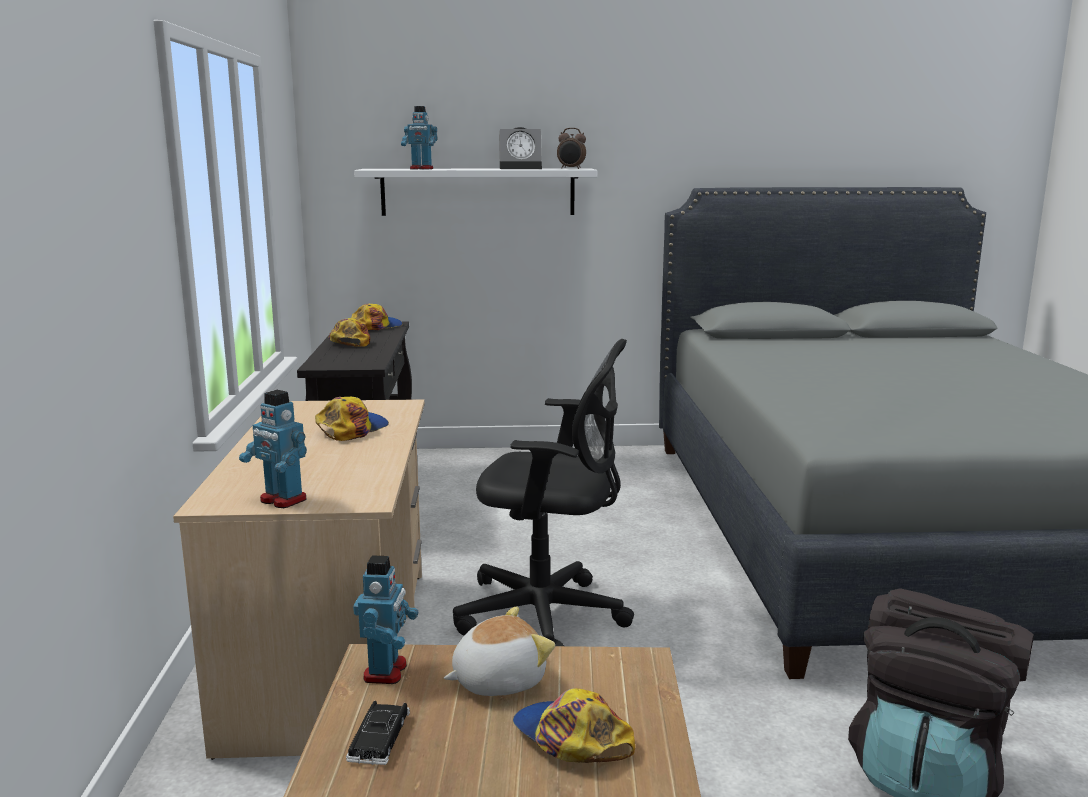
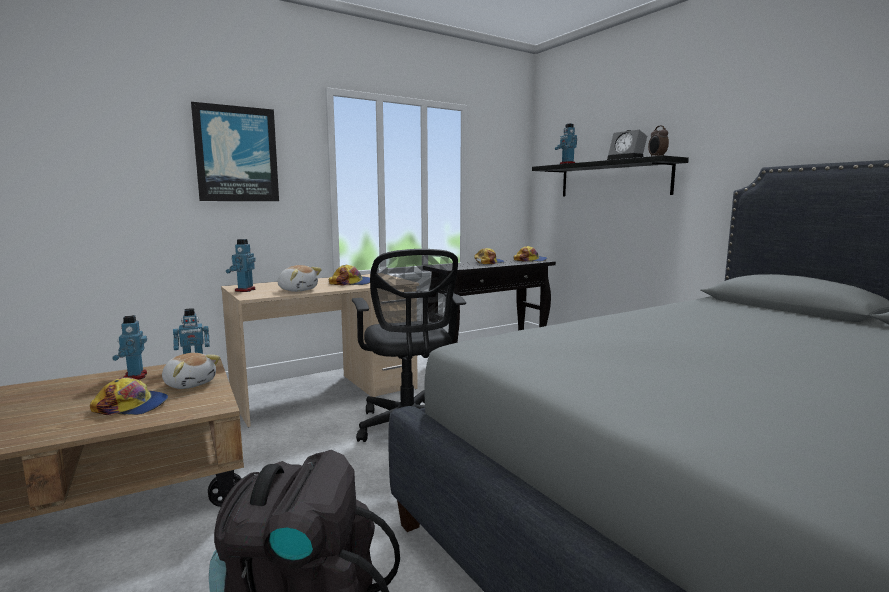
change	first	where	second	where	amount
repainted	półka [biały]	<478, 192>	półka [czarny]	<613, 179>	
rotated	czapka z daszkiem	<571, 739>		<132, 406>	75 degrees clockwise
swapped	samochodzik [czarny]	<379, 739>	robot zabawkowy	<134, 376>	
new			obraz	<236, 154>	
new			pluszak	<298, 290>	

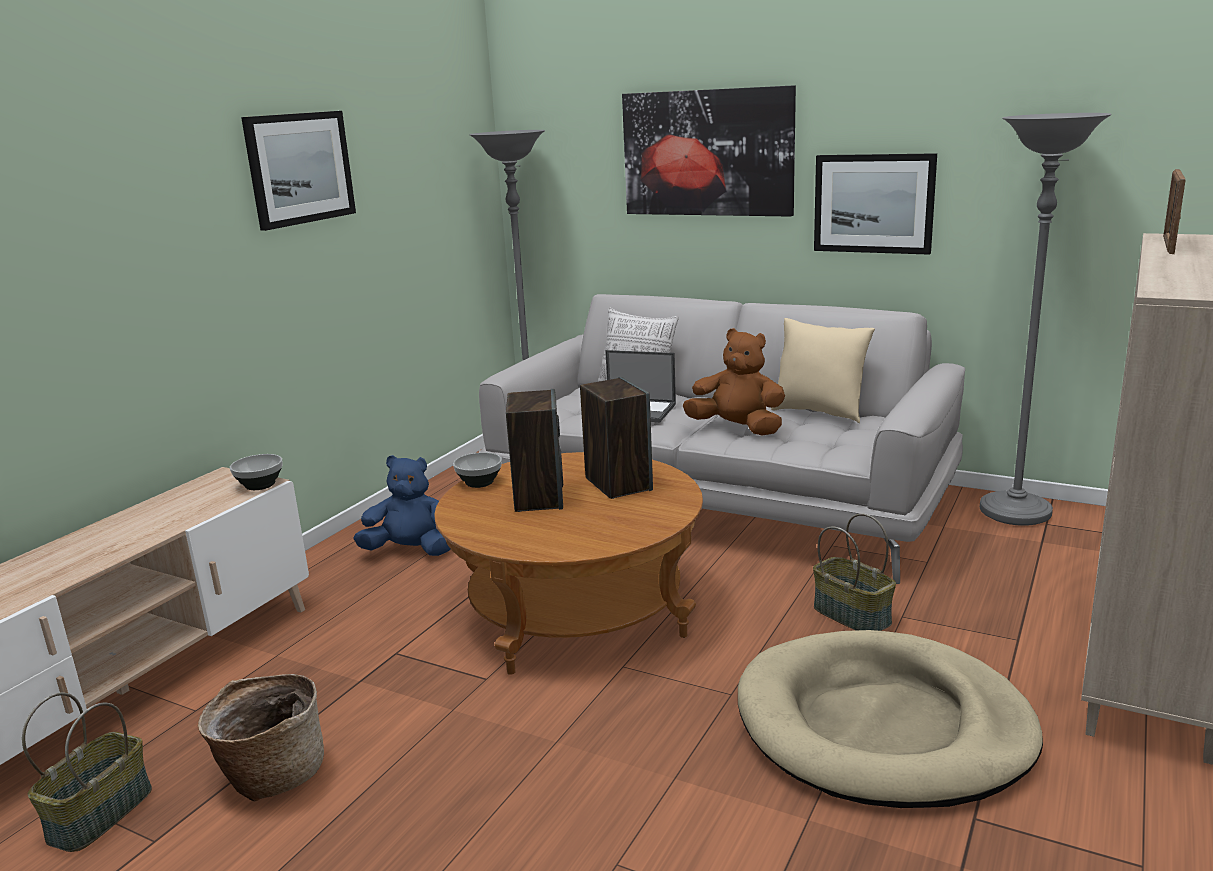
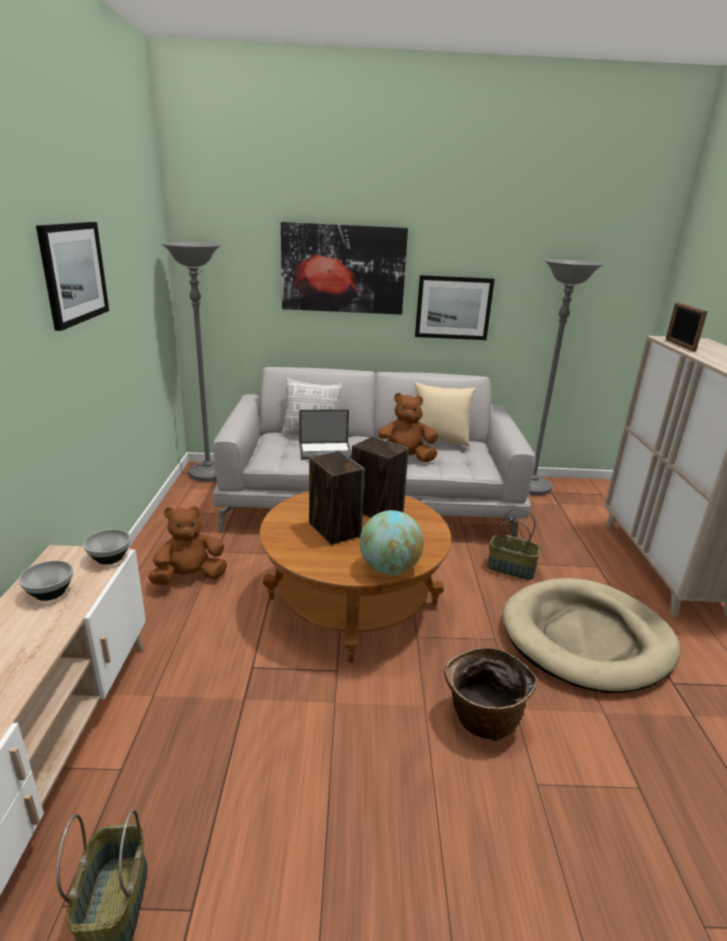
change	first	where	second	where	amount
shifted	miska	<479, 483>		<50, 593>	
repainted	pluszak [niebieski]	<411, 551>	pluszak [brązowy]	<190, 577>	
shifted	koszyk	<272, 775>		<481, 719>	
new			globus	<389, 568>	

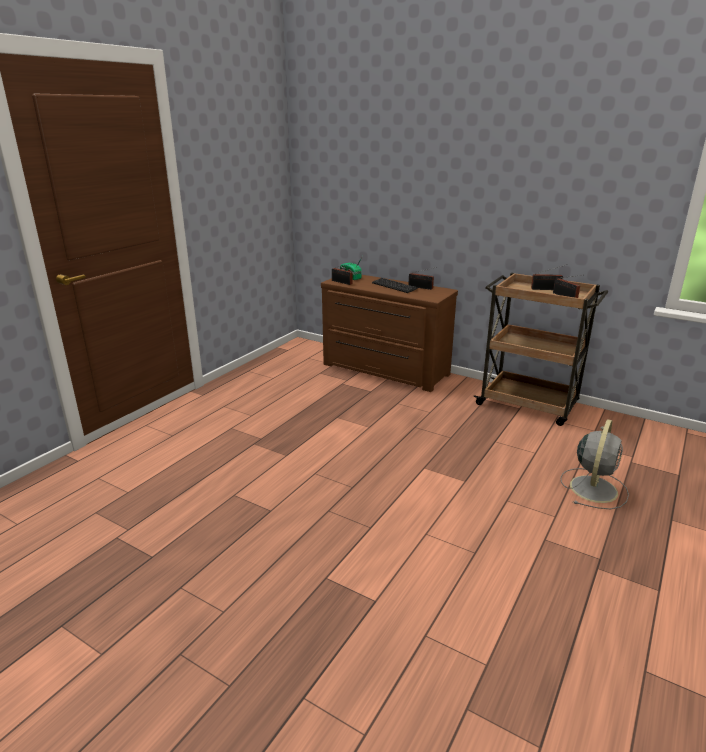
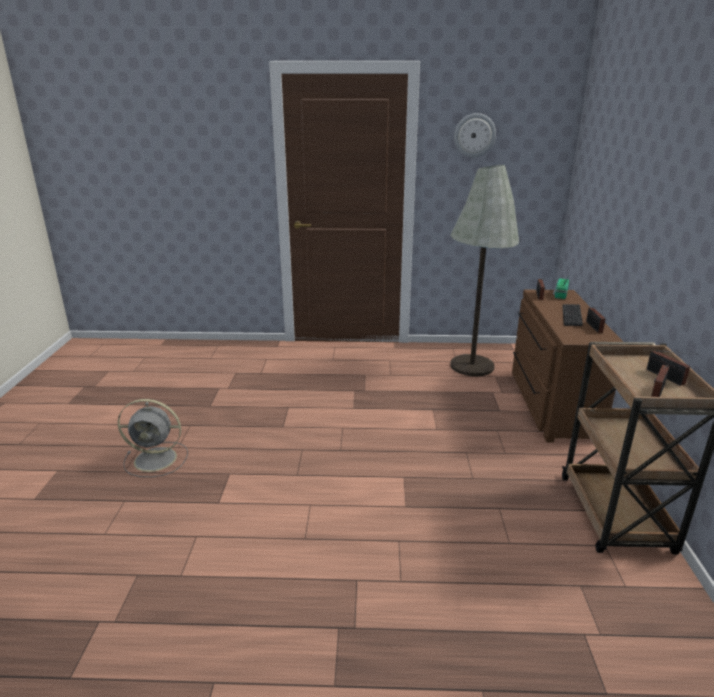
change	first	where	second	where	amount
shifted	wentylator [szary]	<593, 488>		<157, 459>	
new			zegar ścienny	<474, 135>	
new			lampa stojąca [szary]	<472, 366>	

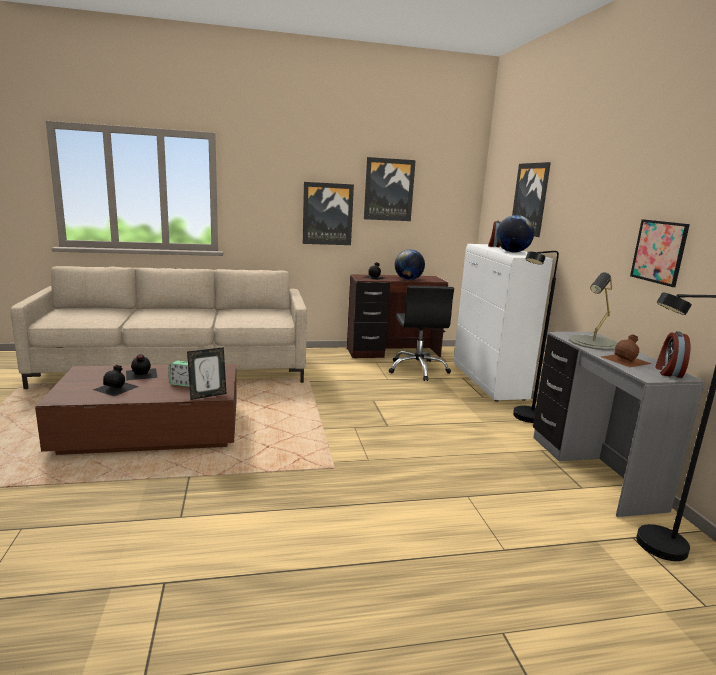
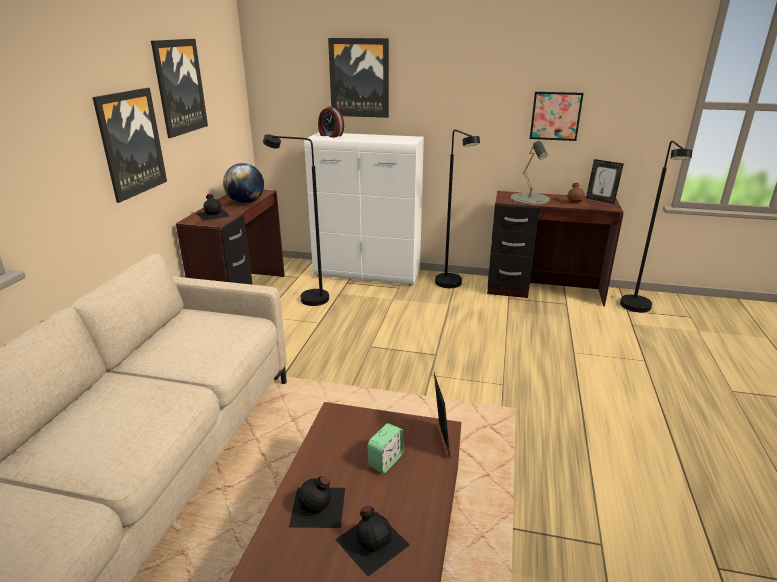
change	first	where	second	where	amount
gone	globus	<512, 252>			
swapped	krzesło biurowe [czarny]	<418, 369>	lampa stojąca [czarny]	<307, 298>	
swapped	budzik	<668, 372>	ramka na zdjęcie	<600, 200>	
repainted	biurko [szary]	<591, 471>	biurko [brązowy]	<544, 292>	

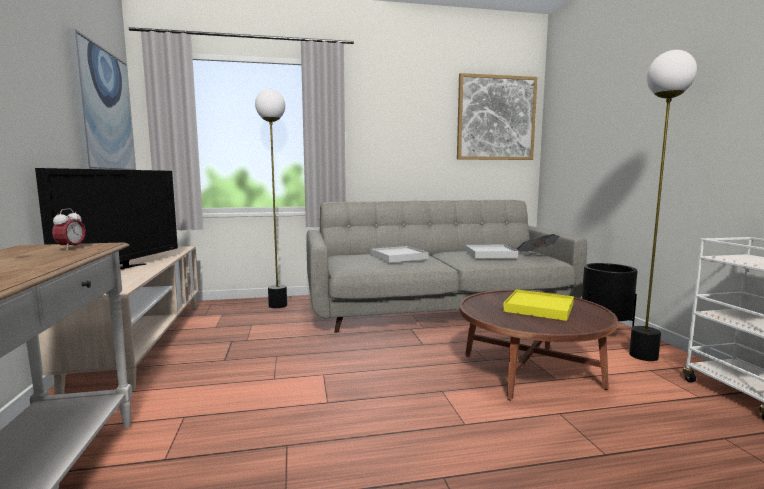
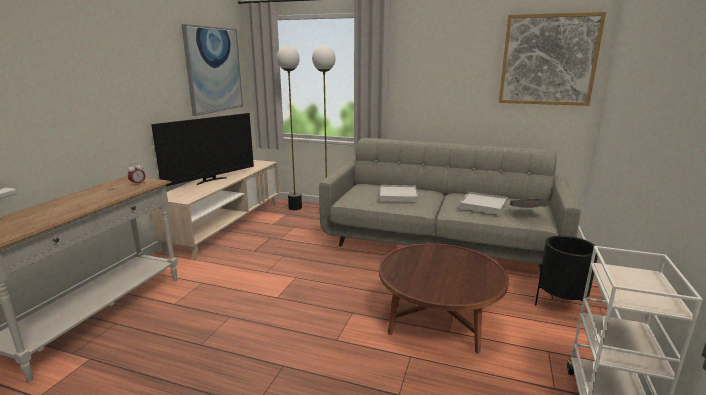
change	first	where	second	where	amount
shifted	lampa stojąca	<644, 356>		<295, 208>	
gone	taca [żółty]	<538, 308>			

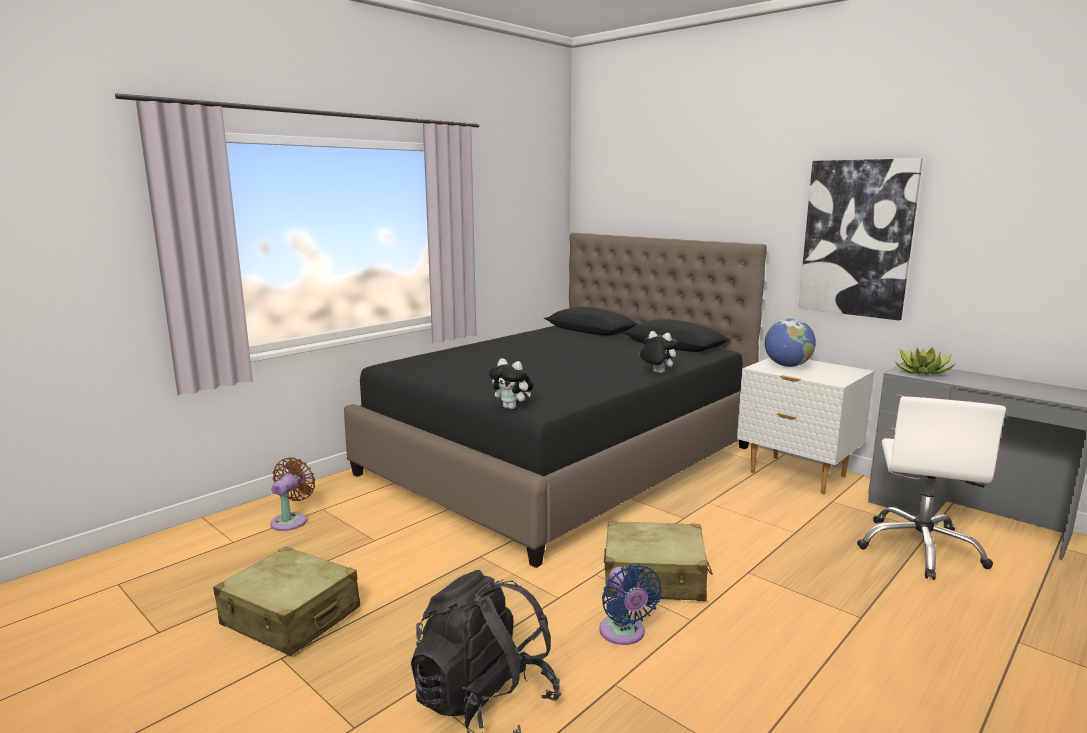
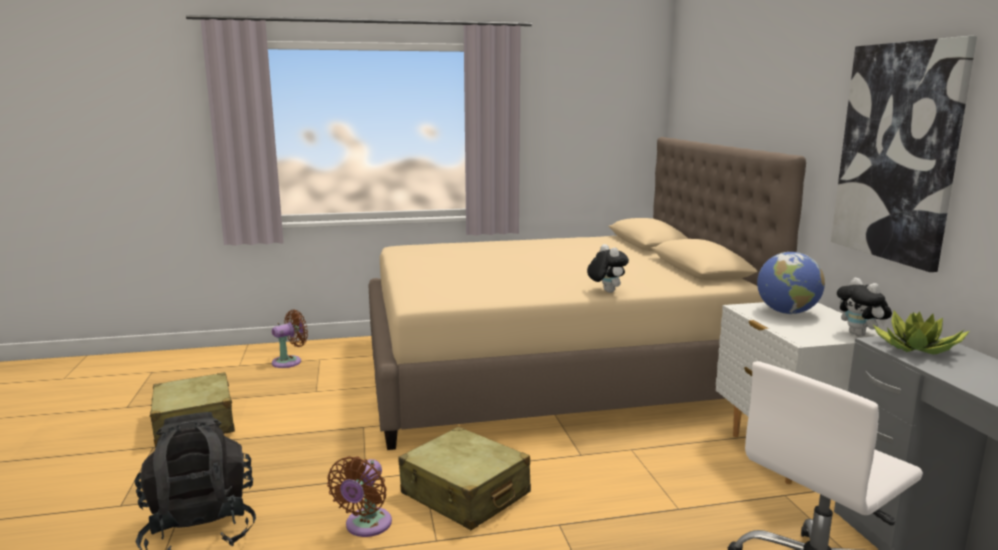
change	first	where	second	where	amount
repainted	łóżko [czarny]	<561, 460>	łóżko [beżowy]	<551, 371>	
shifted	pluszak	<512, 408>		<860, 335>	
repainted	wentylator [niebieski]	<624, 634>	wentylator [brązowy]	<366, 526>	

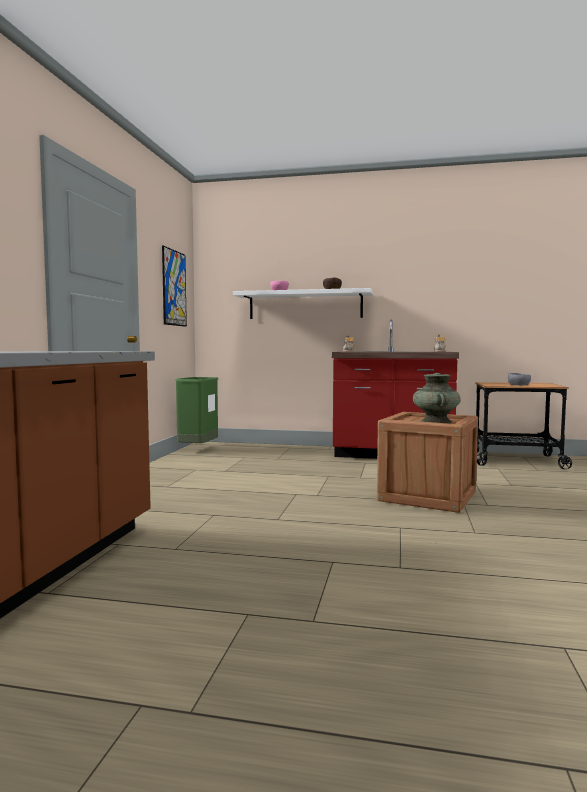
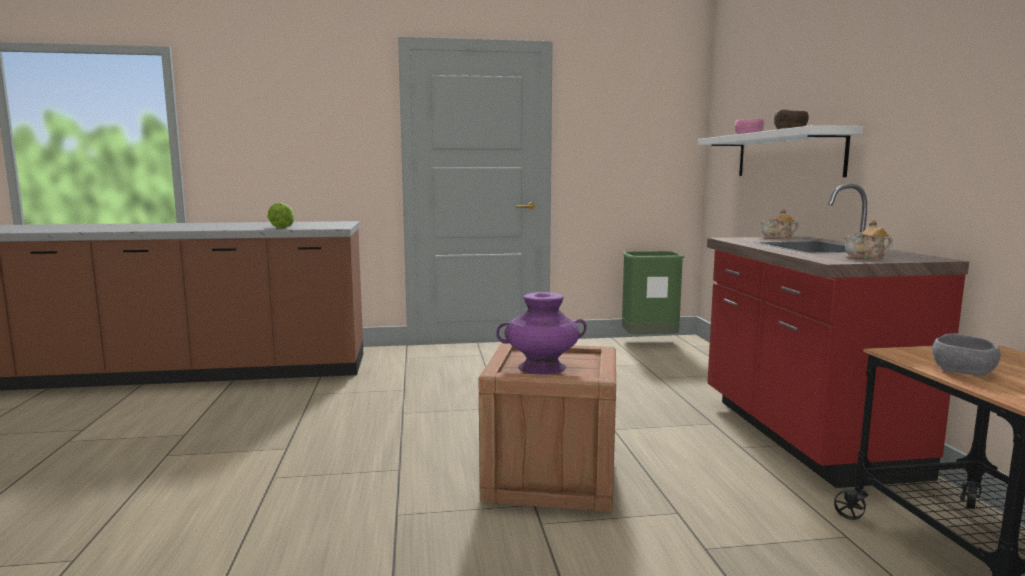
change	first	where	second	where	amount
gone	obraz	<174, 288>			
repainted	wazon [turkusowy]	<436, 422>	wazon [fioletowy]	<541, 367>	
new			sałata	<283, 227>	

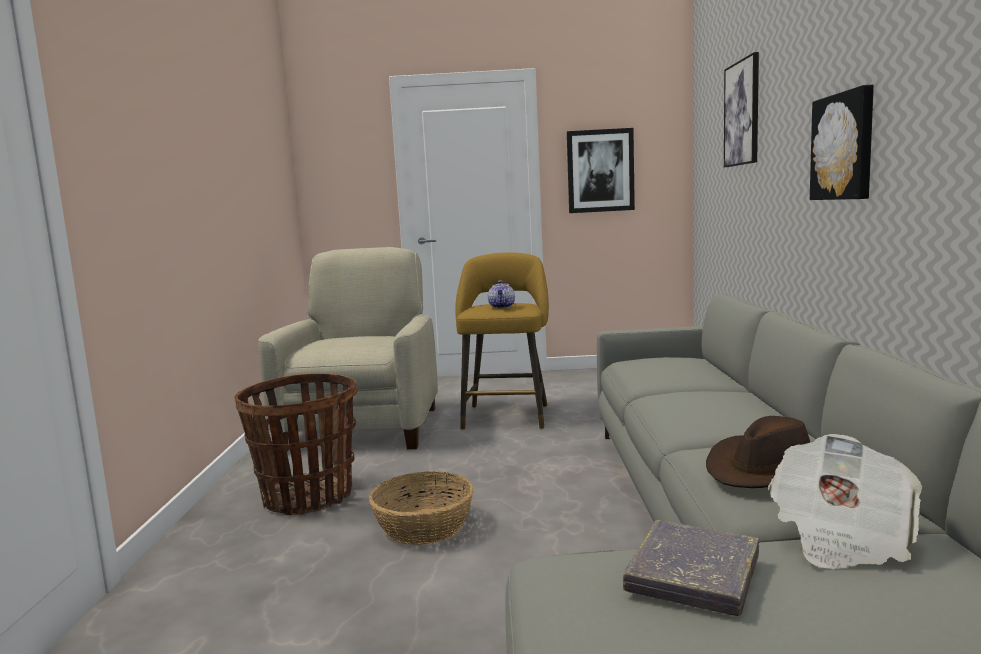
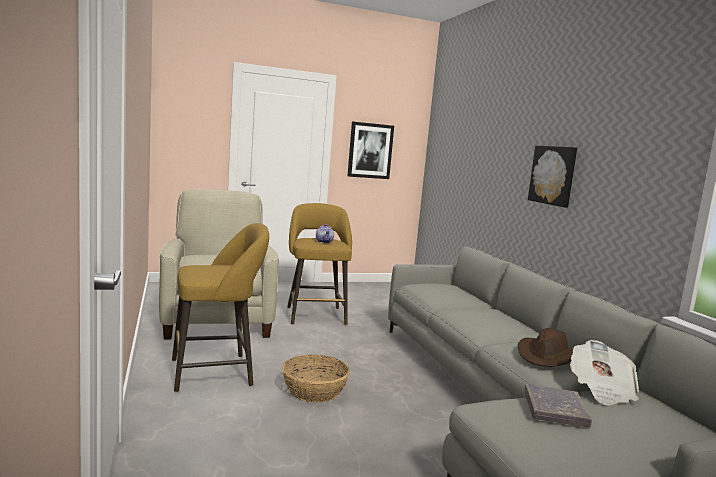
change	first	where	second	where	amount
gone	obraz	<742, 113>			
swapped	koszyk	<308, 497>	stołek [żółty]	<217, 372>	

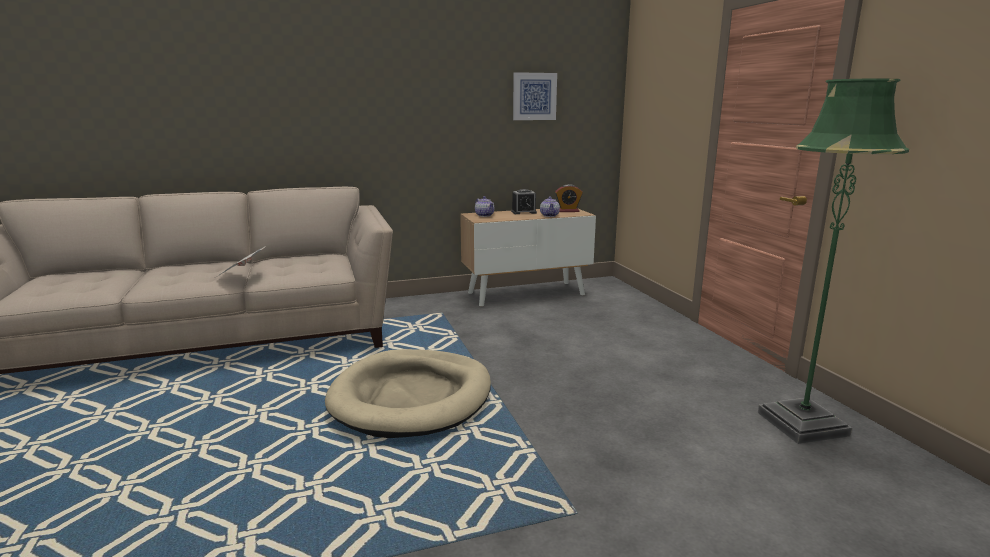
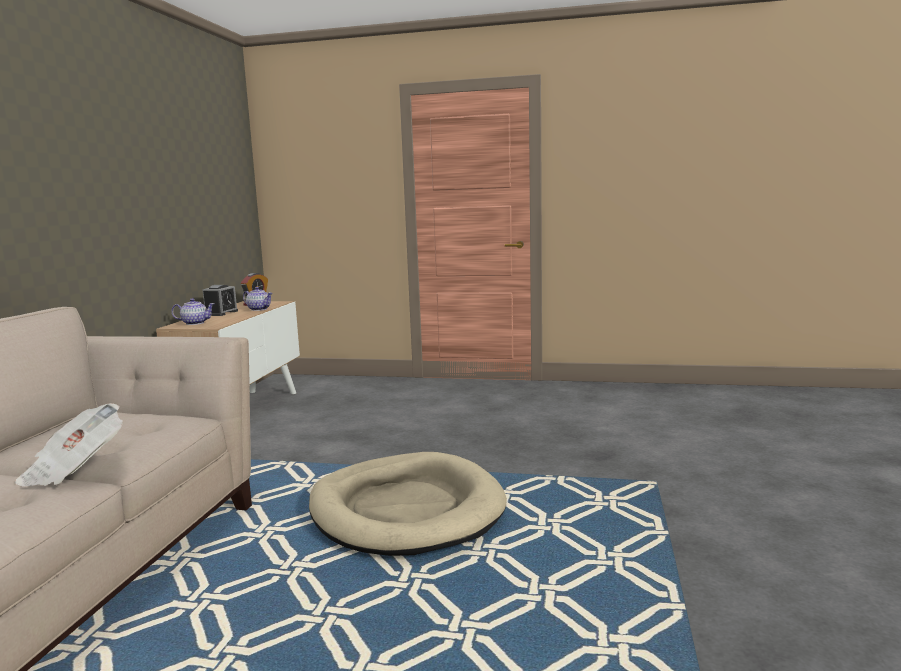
change	first	where	second	where	amount
gone	obraz	<534, 96>			
gone	lampa stojąca [zielony]	<802, 424>			

